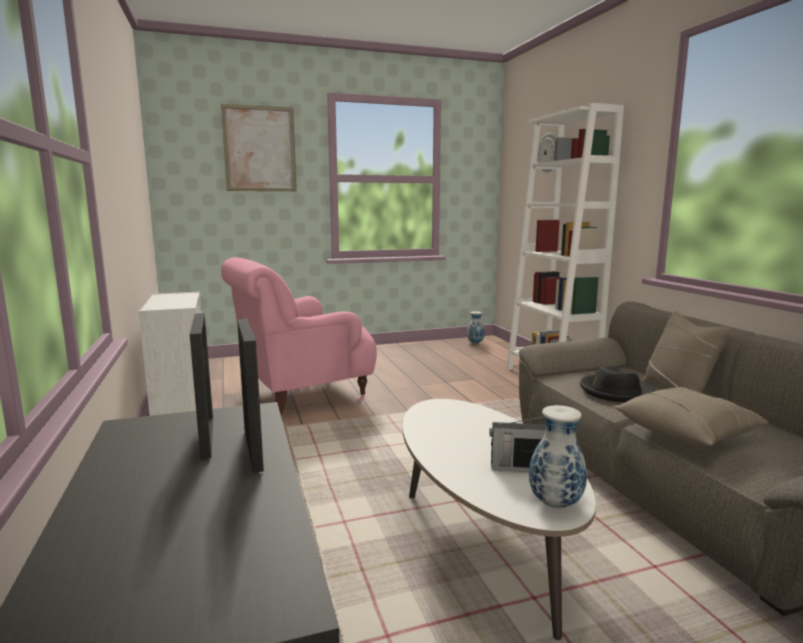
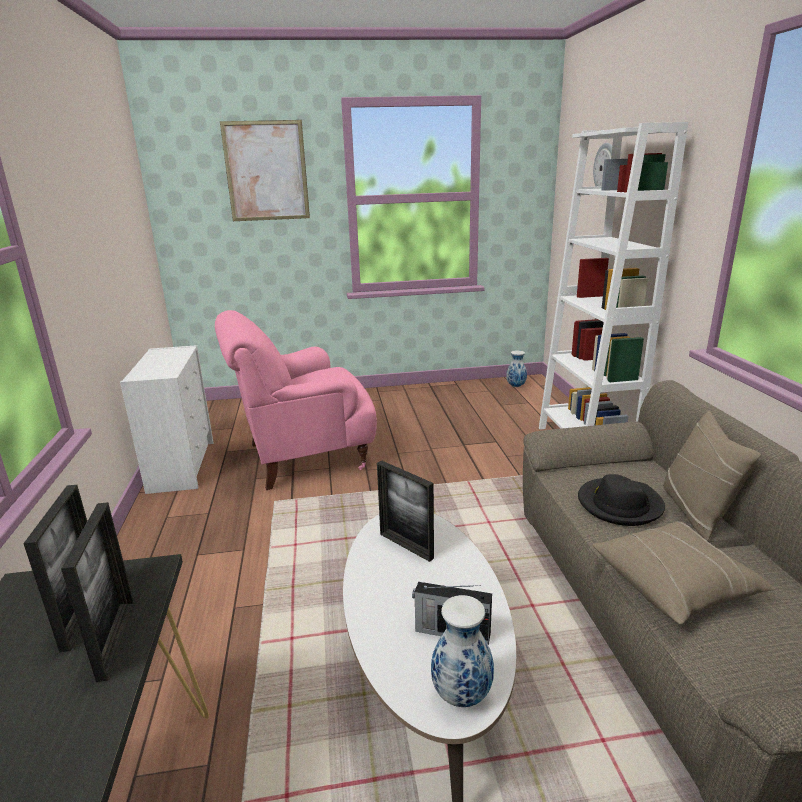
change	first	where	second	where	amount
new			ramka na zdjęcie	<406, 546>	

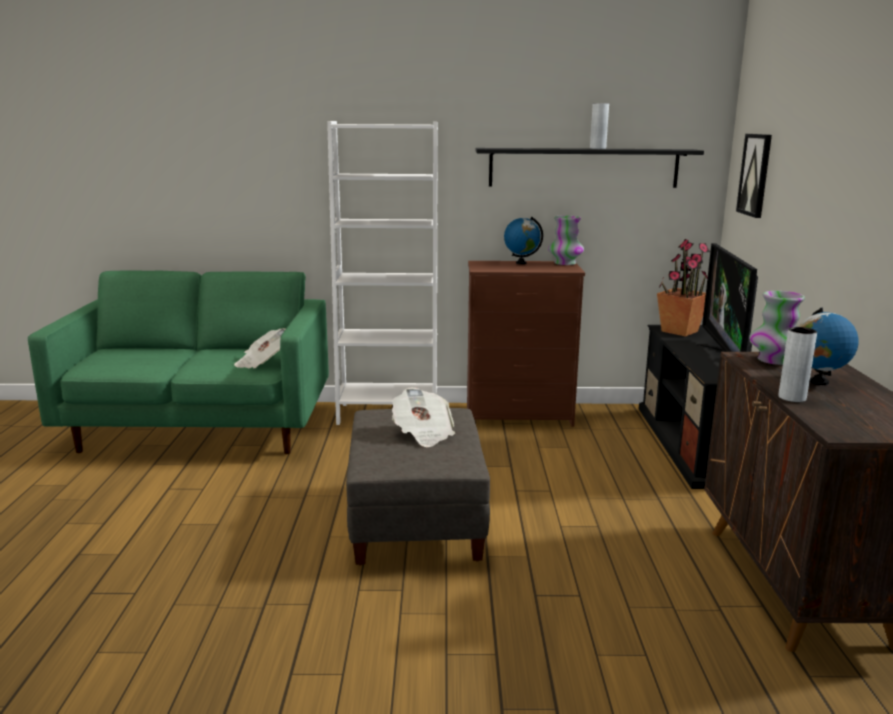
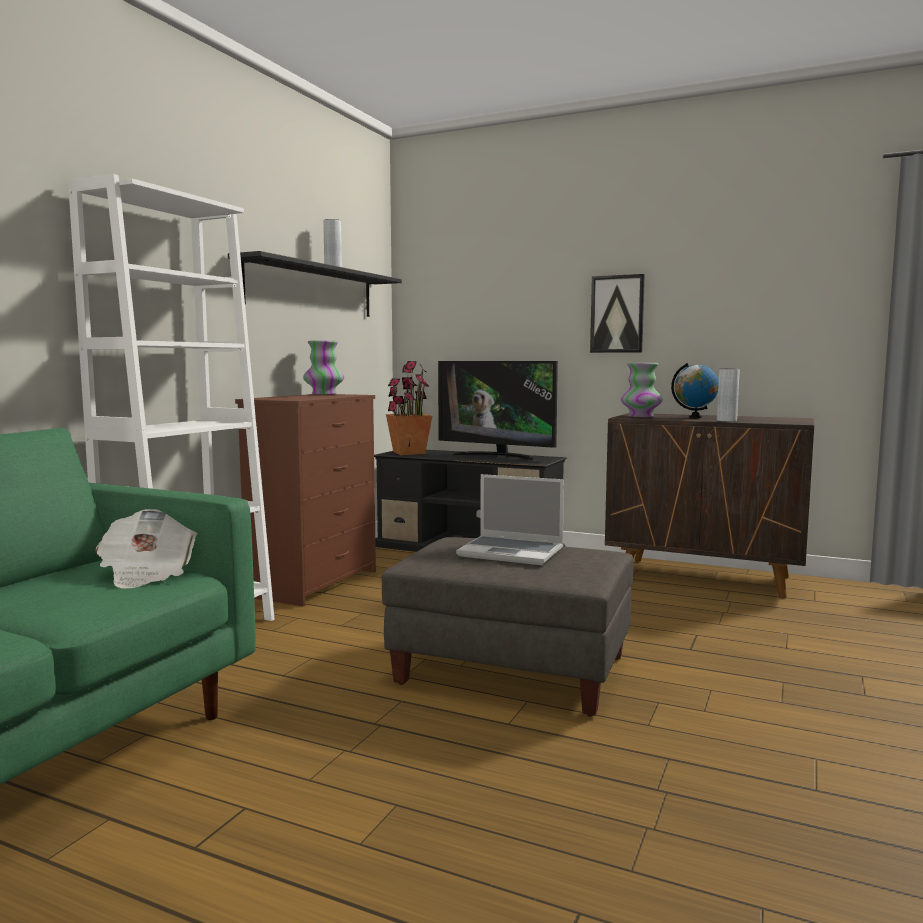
change	first	where	second	where	amount
shifted	obraz	<755, 175>		<617, 314>	
gone	globus	<521, 263>			
swapped	gazeta	<423, 433>	laptop	<512, 552>	

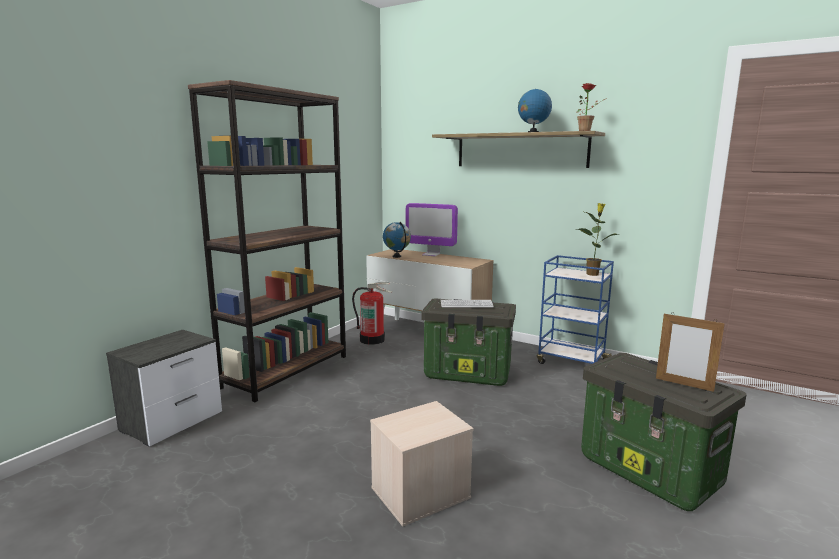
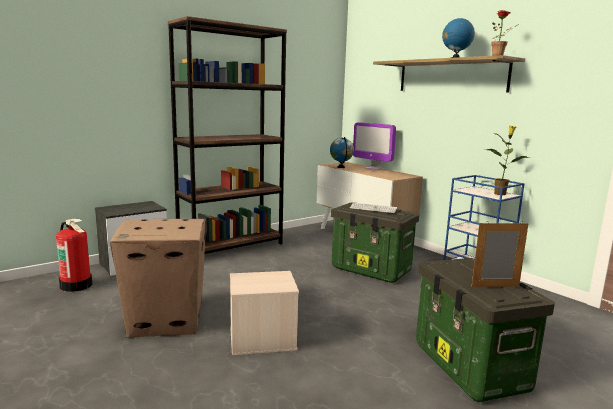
change	first	where	second	where	amount
shifted	gaśnica	<372, 340>		<77, 285>	
rotated	ramka na zdjęcie	<684, 384>		<495, 286>	120 degrees clockwise
new			karton	<167, 319>	

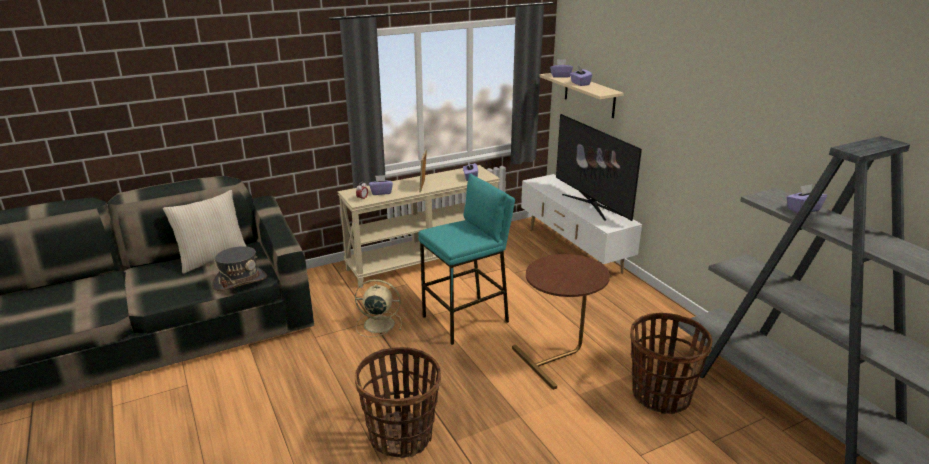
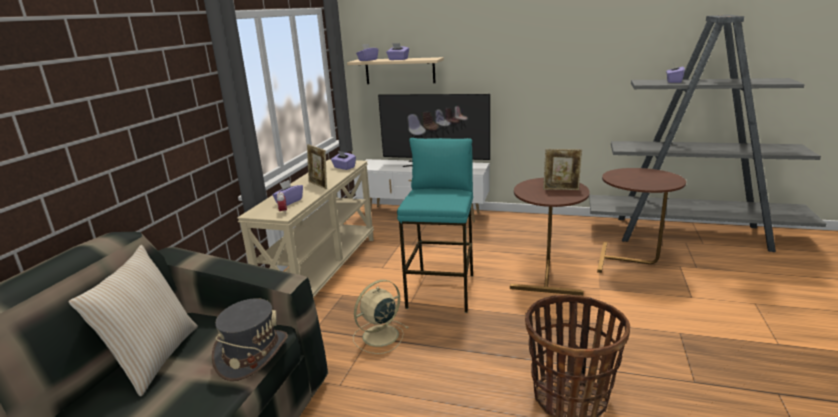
change	first	where	second	where	amount
swapped	koszyk	<660, 395>	stolik [brązowy]	<632, 262>	
new			ramka na zdjęcie	<561, 189>	

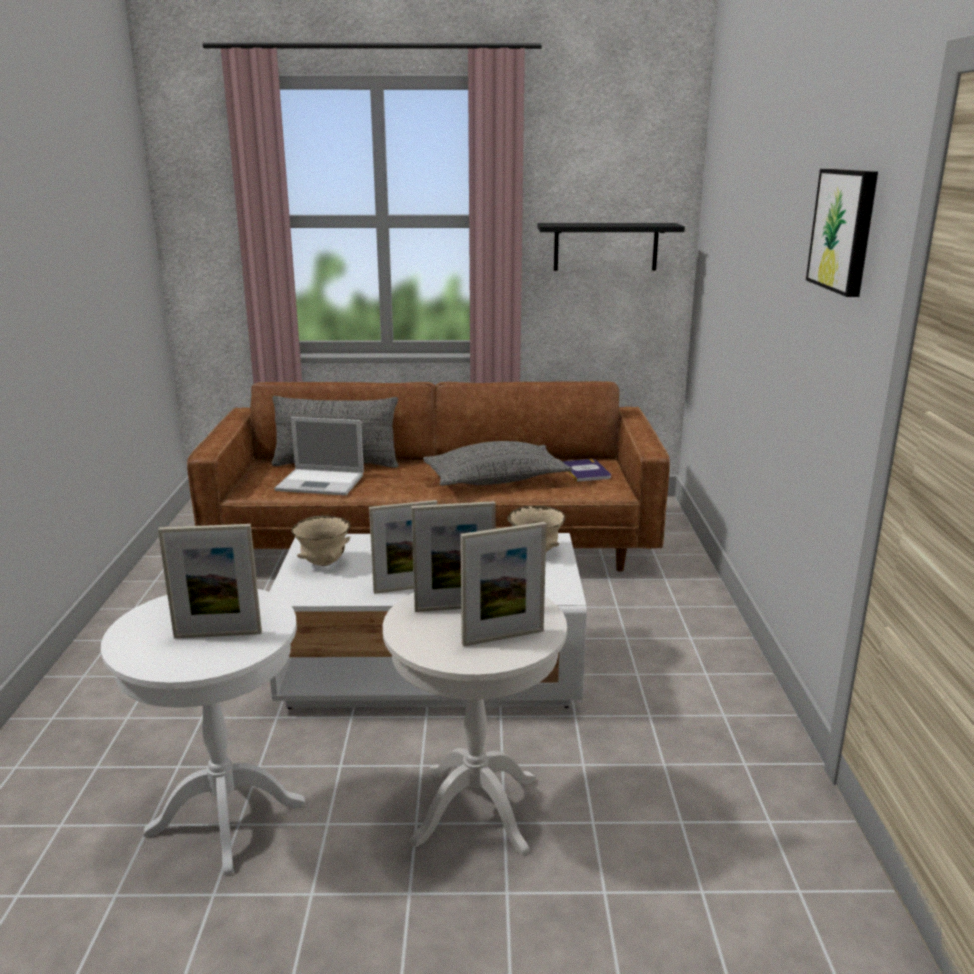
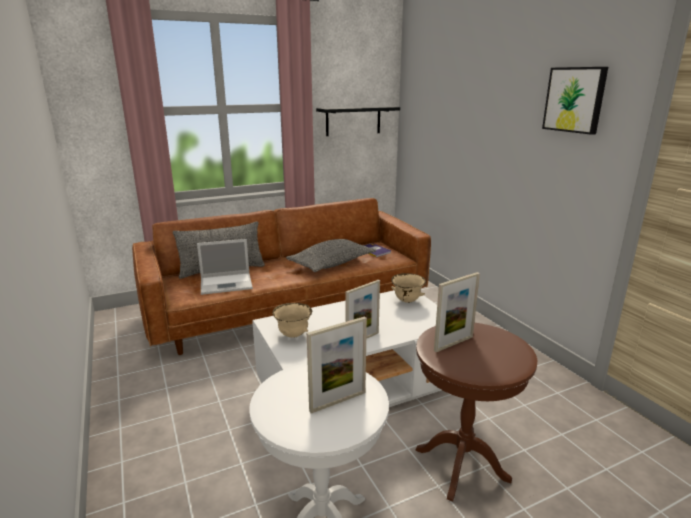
change	first	where	second	where	amount
gone	ramka na zdjęcie	<503, 637>			
repainted	stolik [biały]	<476, 809>	stolik [brązowy]	<462, 464>	

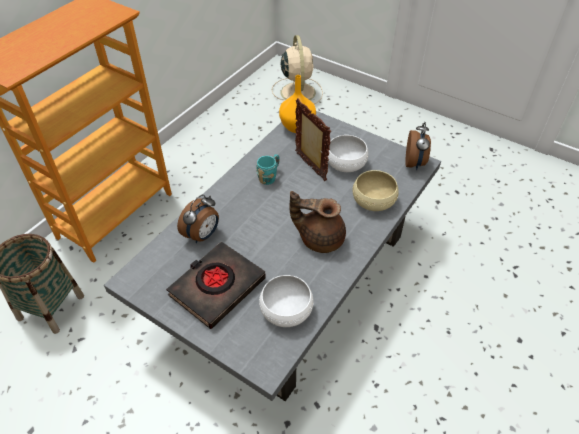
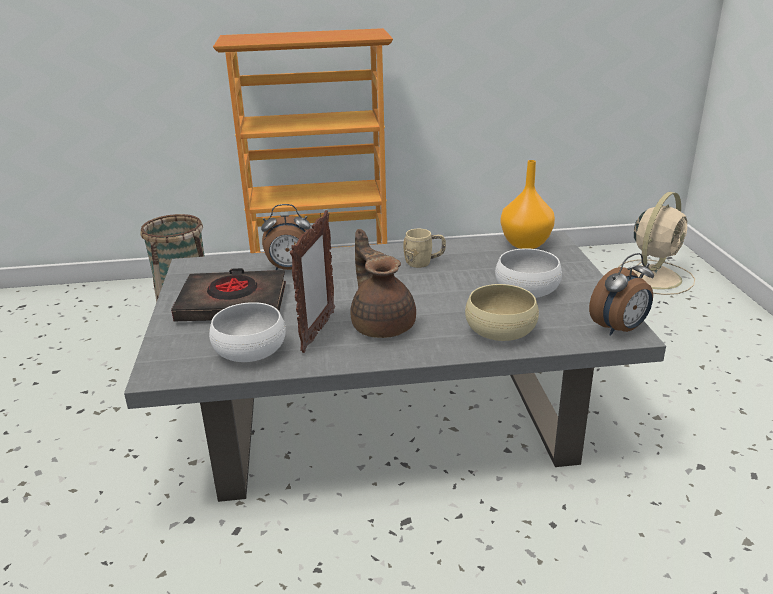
change	first	where	second	where	amount
shifted	ramka na zdjęcie	<310, 167>		<318, 332>	
repainted	kubek [turkusowy]	<269, 176>	kubek [beżowy]	<424, 262>	

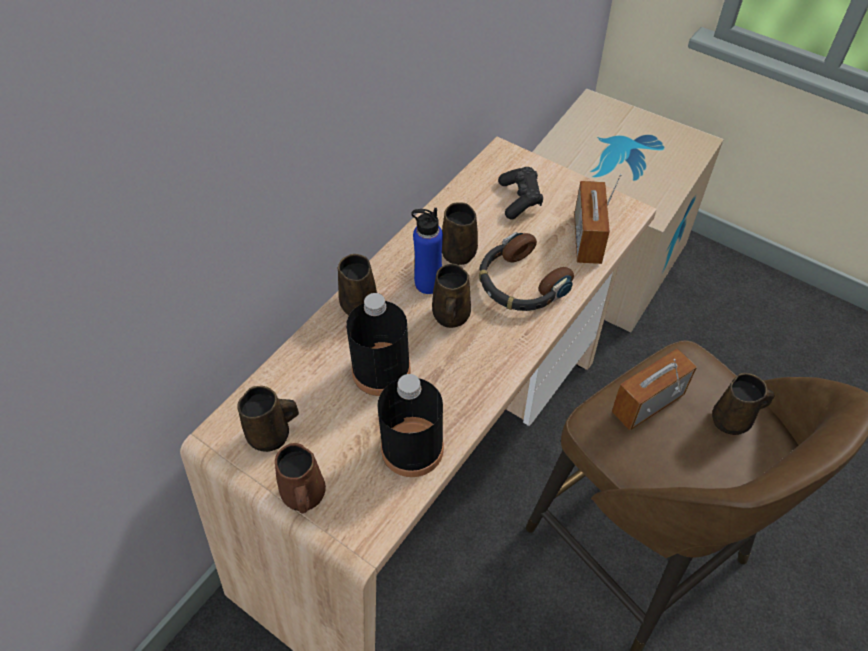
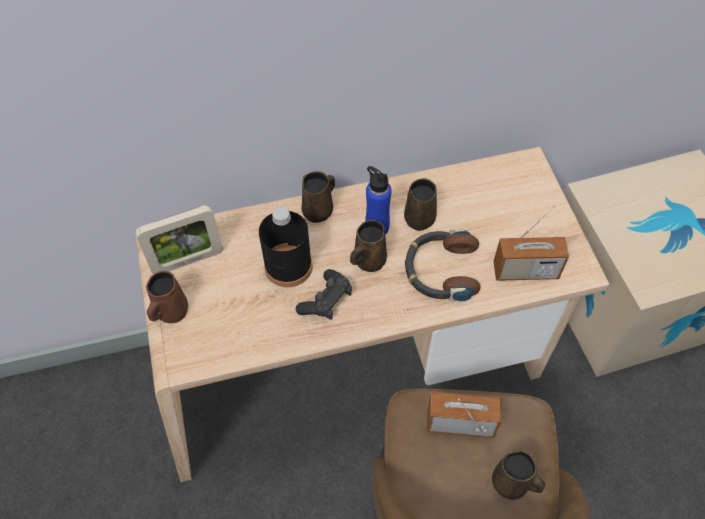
change	first	where	second	where	amount
shifted	pad do gier [czarny]	<520, 199>		<326, 301>	
rotated	radio	<587, 239>		<525, 271>	135 degrees counterclockwise
gone	butelka [czarny]	<412, 448>			
swapped	kubek [brązowy]	<272, 435>	ramka na zdjęcie	<188, 261>	

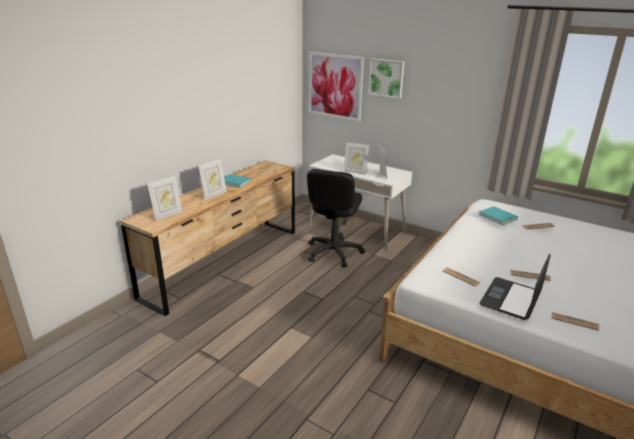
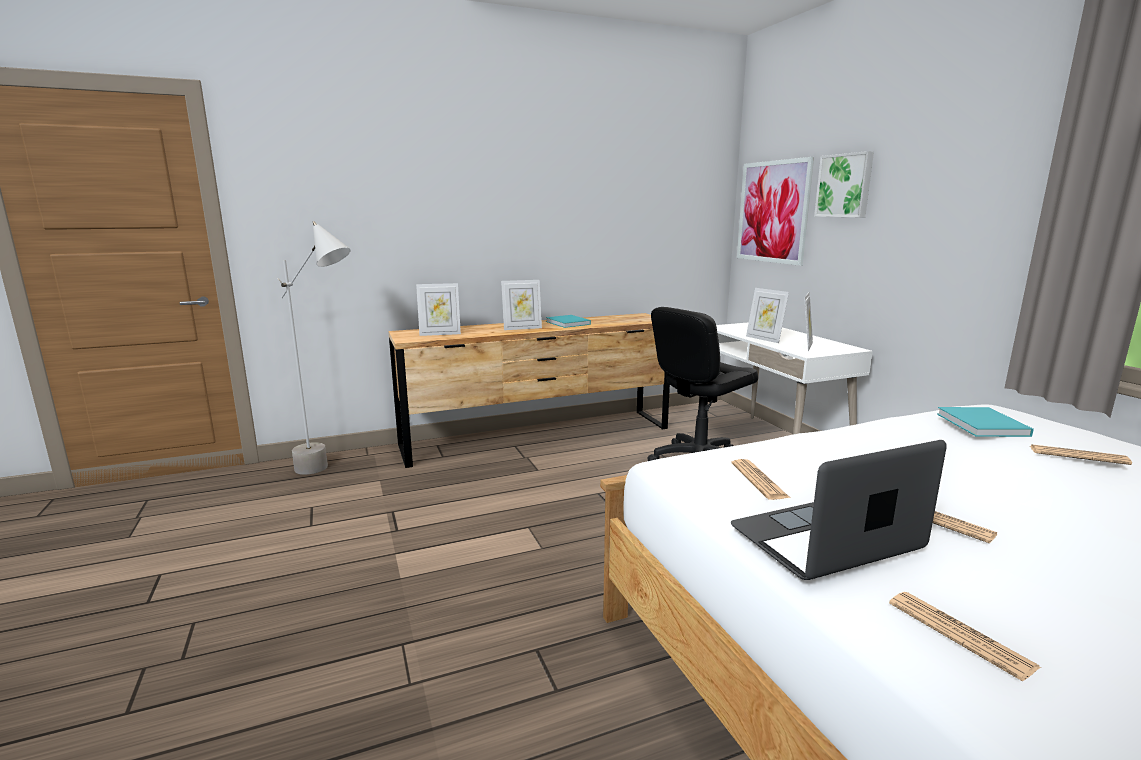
change	first	where	second	where	amount
new			lampa stojąca [szary]	<332, 471>	

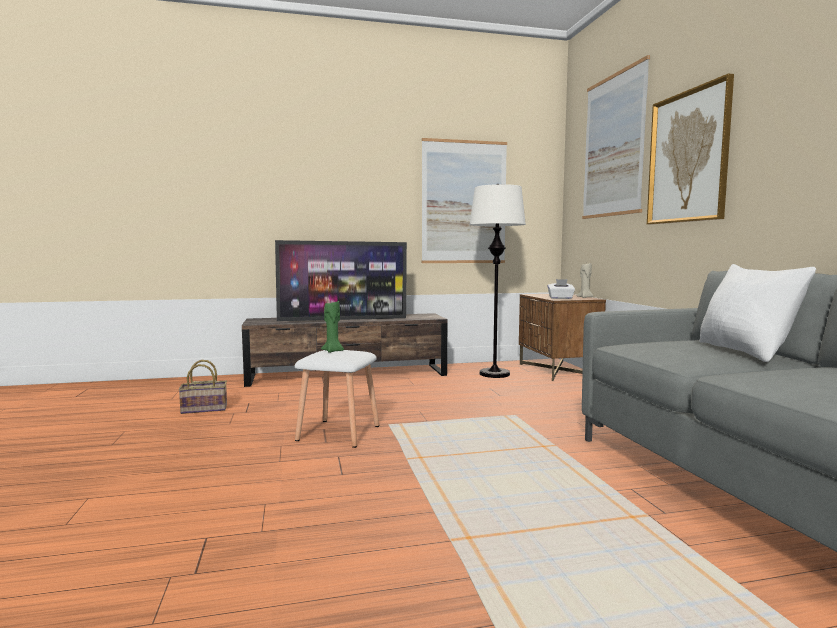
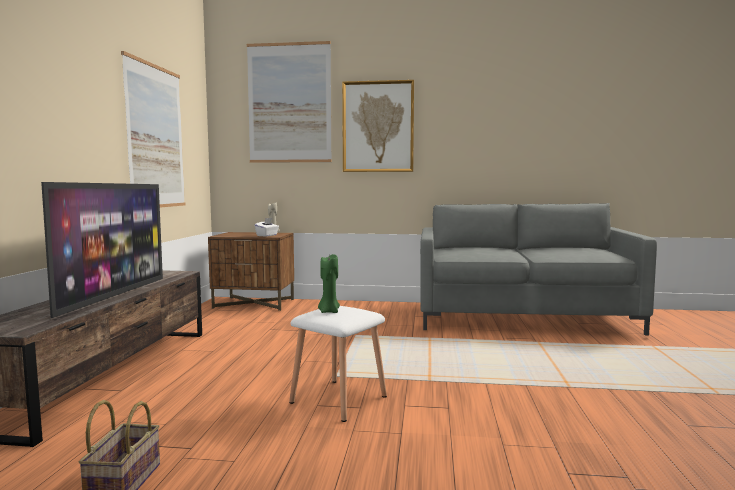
change	first	where	second	where	amount
gone	lampa stojąca [biały]	<494, 374>			
gone	poduszka [biały]	<745, 352>			

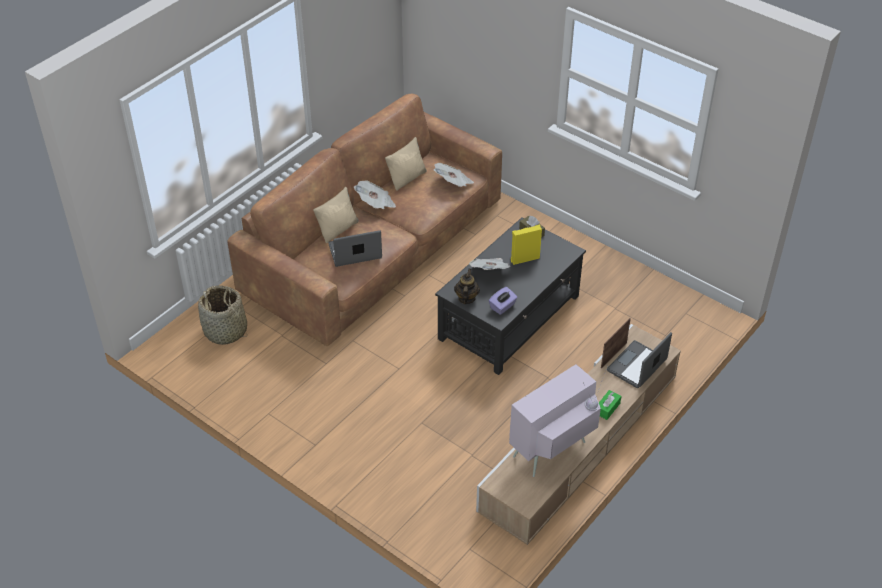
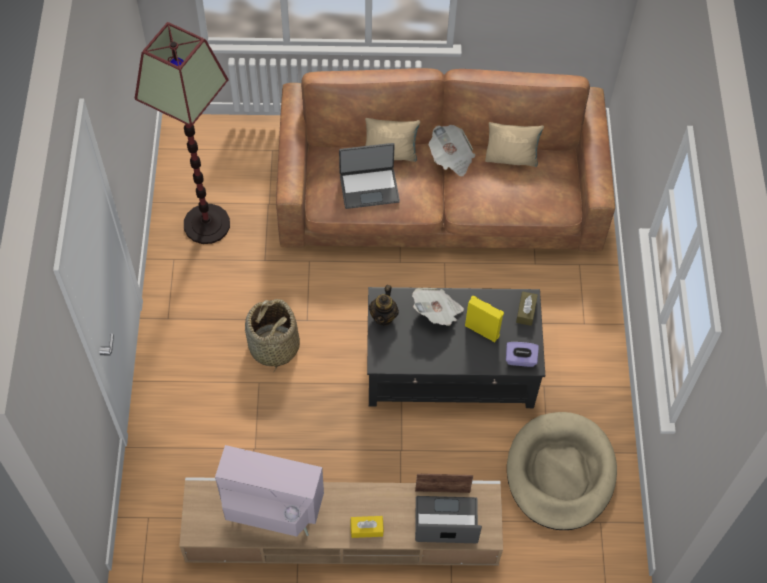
change	first	where	second	where	amount
gone	gazeta	<453, 183>			
rotated	laptop	<355, 252>		<369, 187>	135 degrees clockwise
rotated	imbryk	<466, 298>		<383, 316>	135 degrees clockwise
shifted	koszyk	<226, 331>		<273, 347>	
shifted	pudełko chusteczek [fioletowy]	<502, 306>		<520, 359>	
repainted	pudełko chusteczek [zielony]	<607, 408>	pudełko chusteczek [żółty]	<367, 529>	
new			lampa stojąca	<206, 224>	
new			legowisko [beżowy]	<560, 473>	

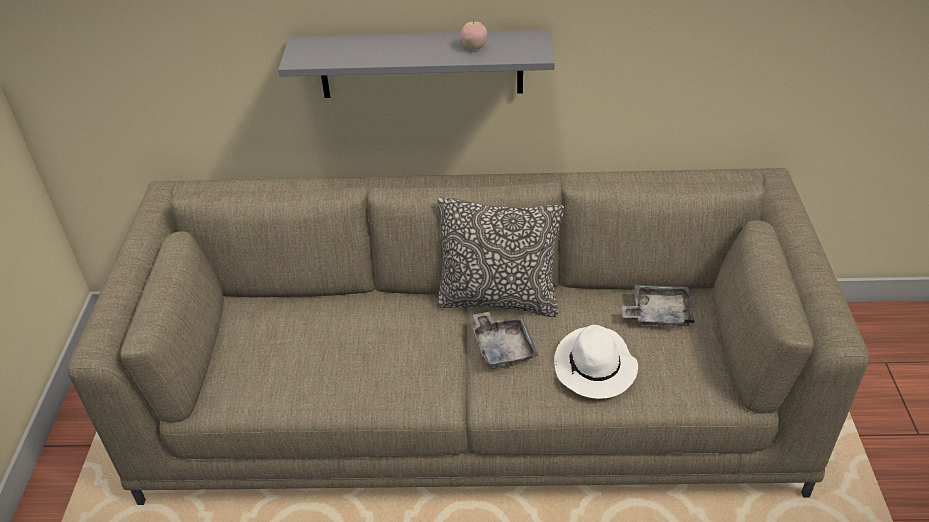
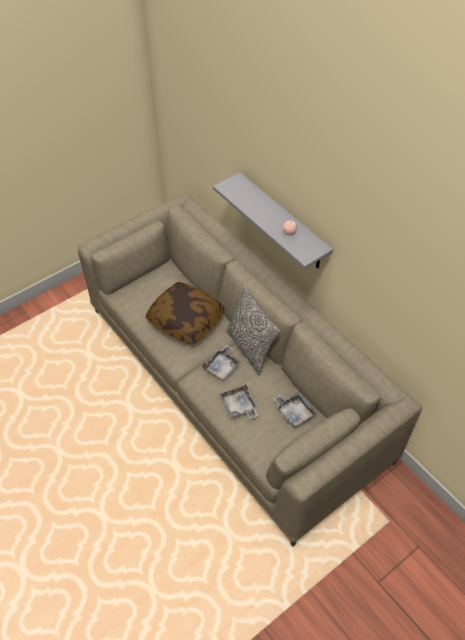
change	first	where	second	where	amount
swapped	kapelusz [biały]	<595, 367>	taca [szary]	<239, 406>	
new			poduszka	<186, 320>	

